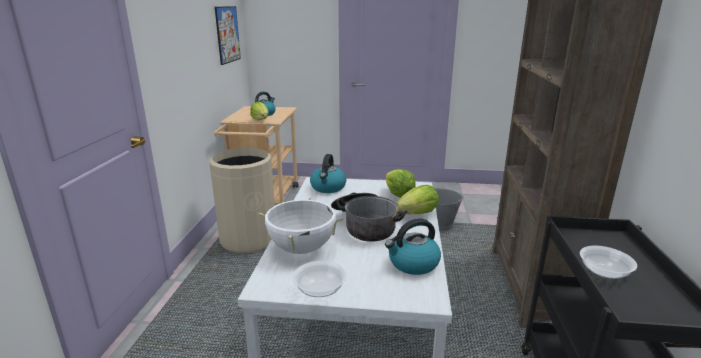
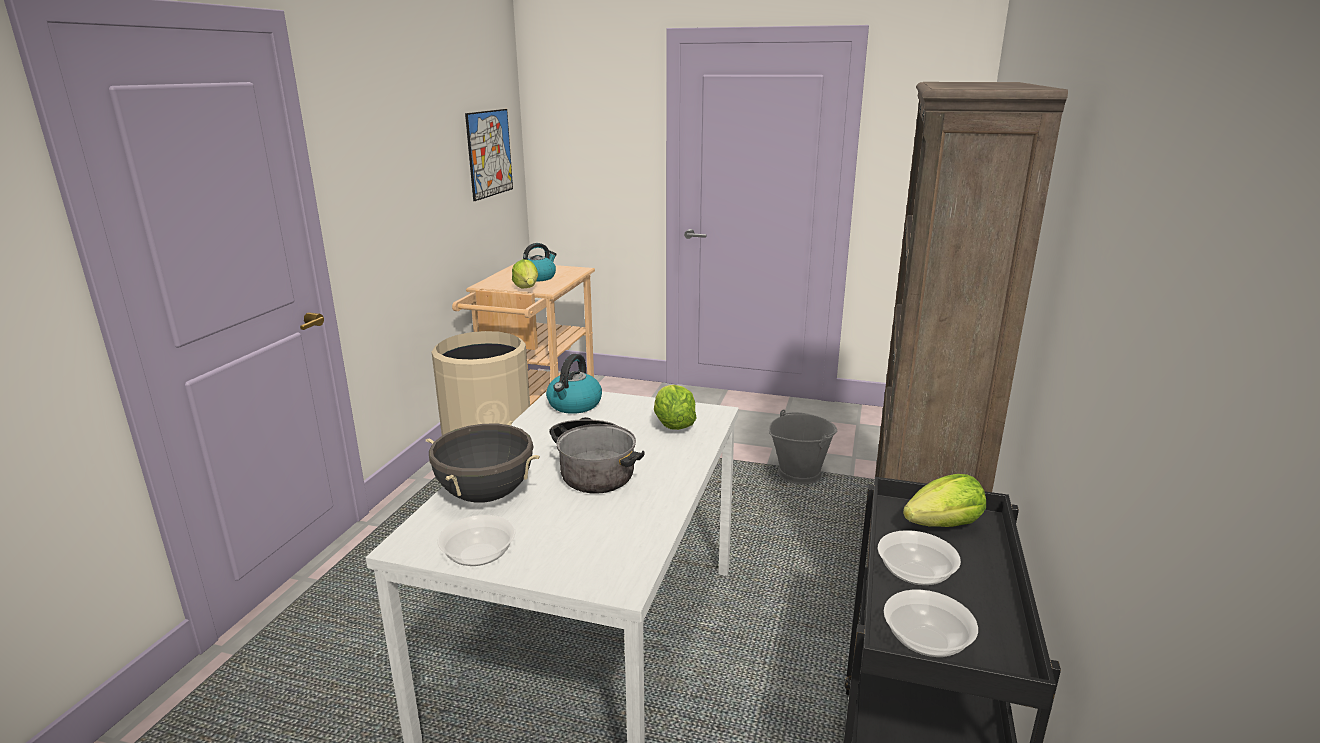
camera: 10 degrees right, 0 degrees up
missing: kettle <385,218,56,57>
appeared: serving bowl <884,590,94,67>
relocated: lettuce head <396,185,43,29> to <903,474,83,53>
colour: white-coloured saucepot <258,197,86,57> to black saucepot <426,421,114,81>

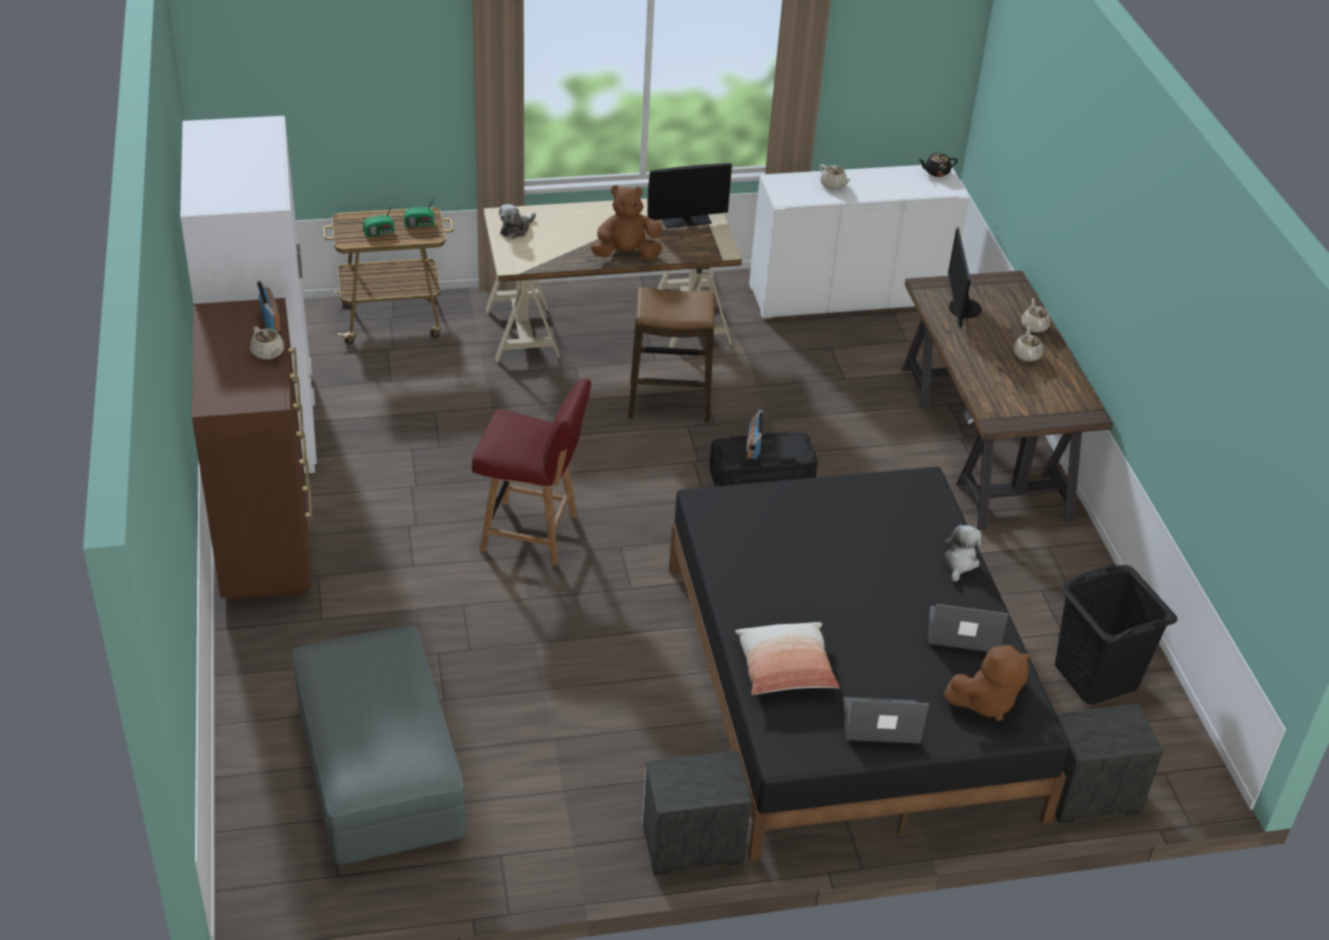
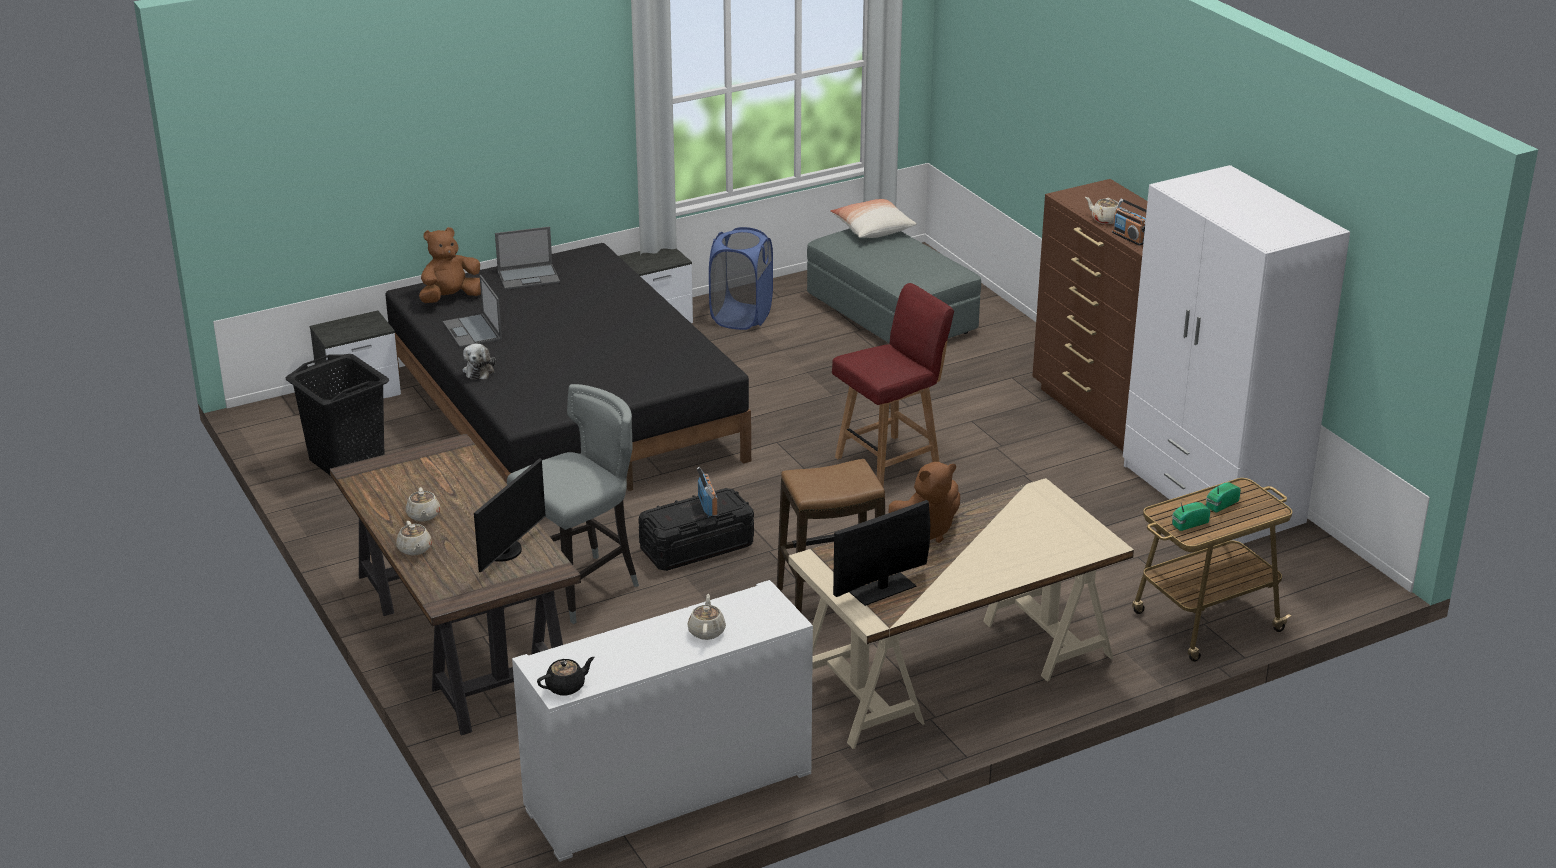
camera: 165 degrees right, 10 degrees down
missing: soft toy <499,204,37,35>
appeared: greyish stool seat <507,384,132,240>; blue-coloured washing basket <709,227,64,103>
relocated: throw pillow <735,622,105,73> to <830,199,86,39>
spun: red-coloured upright chair <472,378,119,188> = <832,283,122,205> 150 degrees clockwise; beige pot for tea <819,164,32,25> = <687,594,39,46> 60 degrees clockwise; laptop <928,604,80,48> = <443,275,59,73> 75 degrees clockwise; computer screen <948,227,34,101> = <474,458,72,114> 45 degrees clockwise

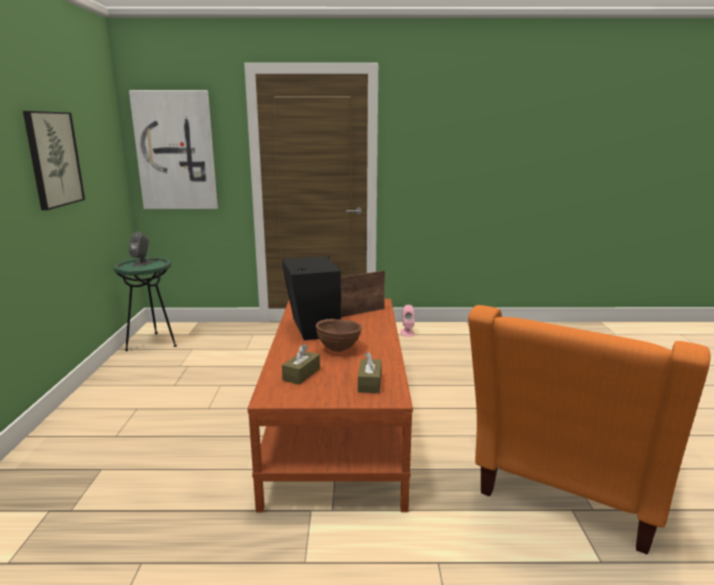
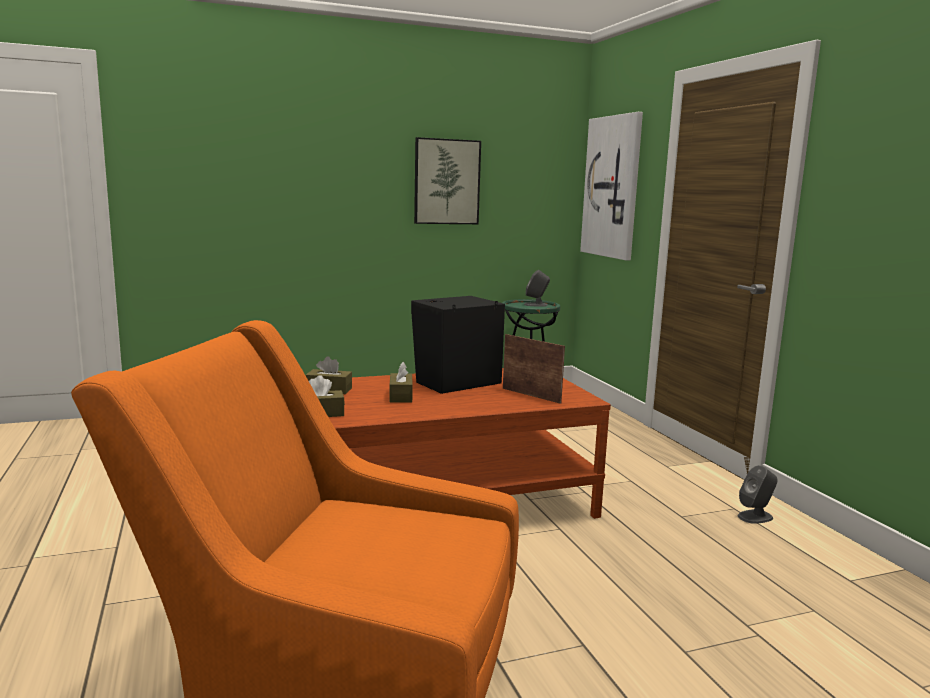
camera: 70 degrees right, 5 degrees down
exchanged: brown serving bowl <316,319,46,33> to brown tissue box <389,362,24,40>
colour: pink loudspeaker <400,305,15,32> to greyish loudspeaker <738,465,40,59>

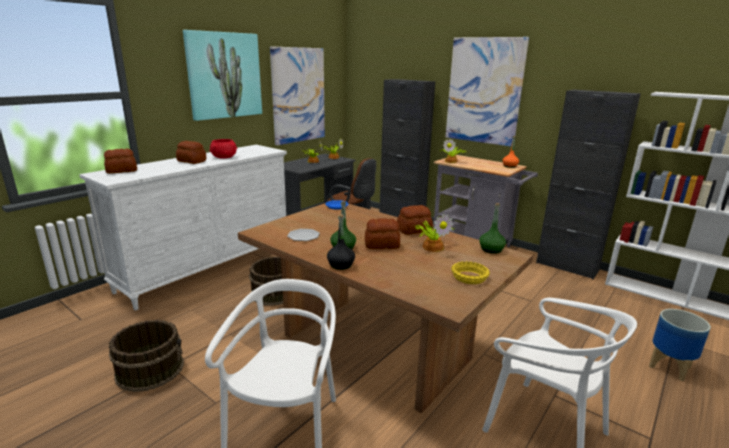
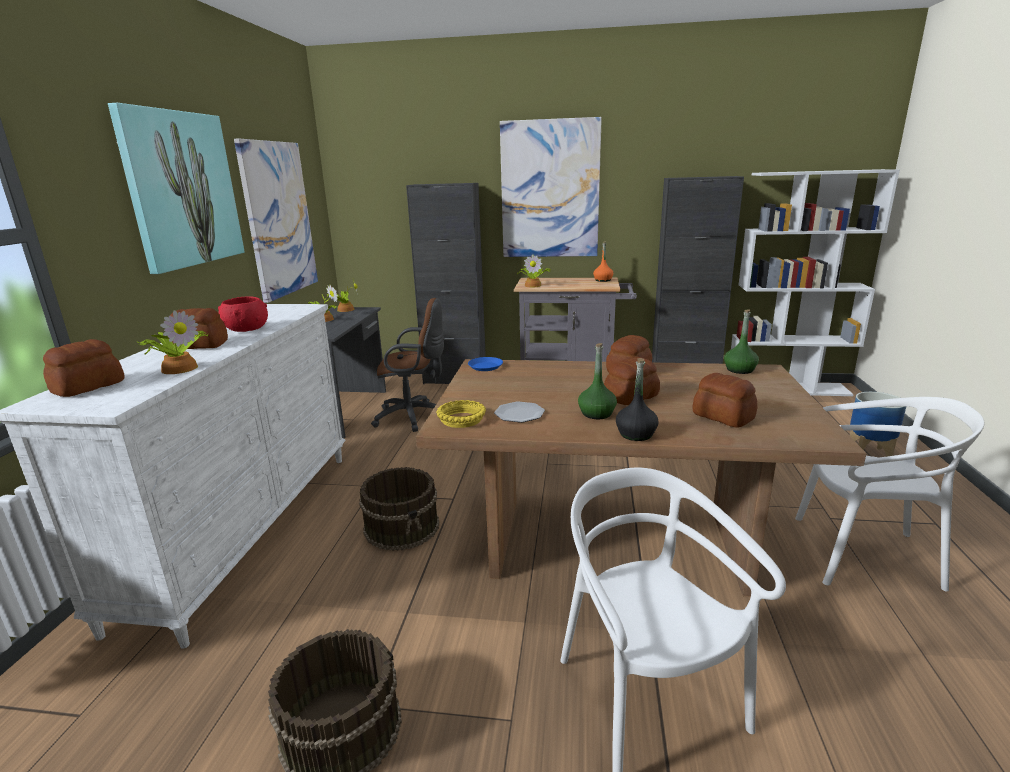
camera: 30 degrees left, 0 degrees up
appeared: bakery bread <692,373,65,55>
relocated: houseplant <413,214,41,38> to <138,310,71,64>; yellow serving bowl <451,261,39,23> to <436,400,50,28>

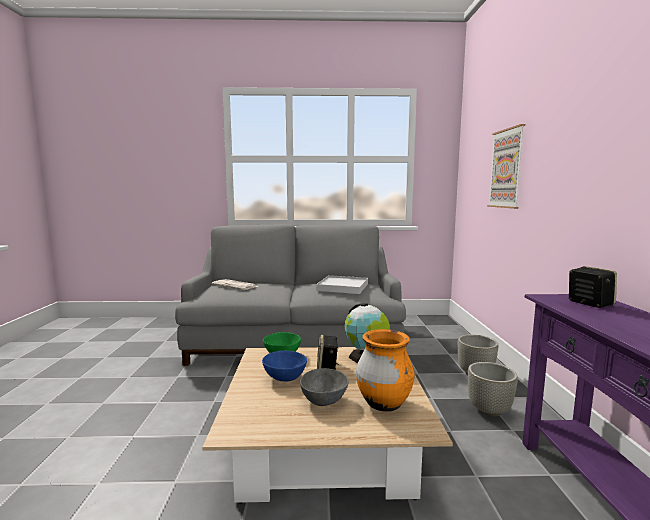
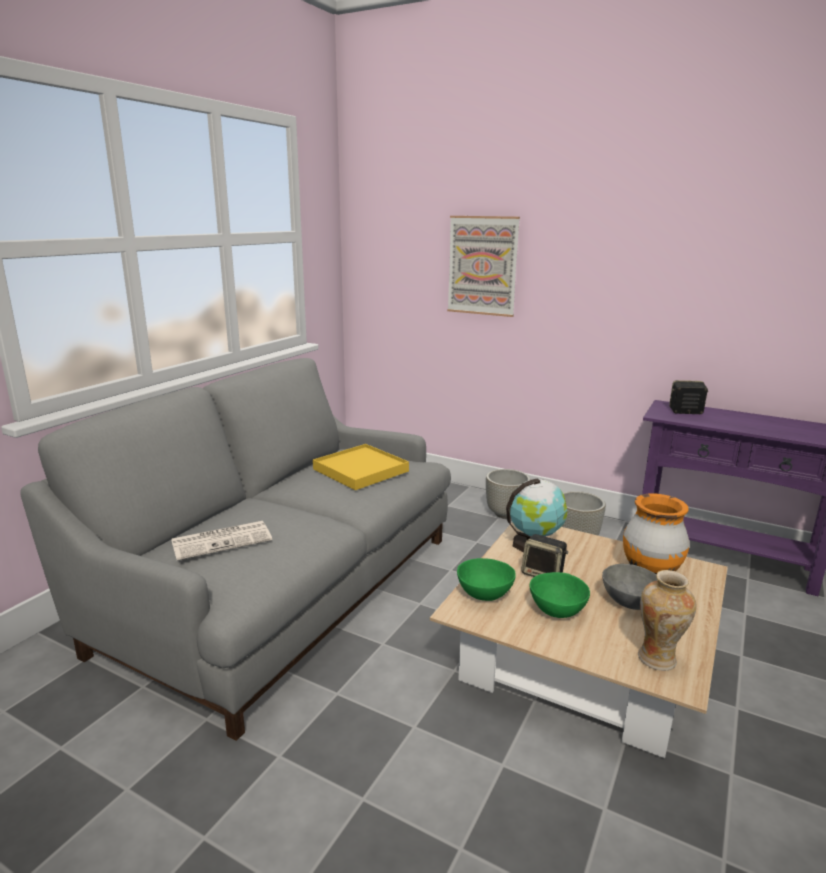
camera: 60 degrees left, 10 degrees up
appeared: flower vase <638,570,59,101>
colour: blue-coloured serving bowl <262,351,45,30> to greenish serving bowl <530,572,60,46>; white-coloured tray <316,275,52,19> to yellow tray <313,444,96,46>

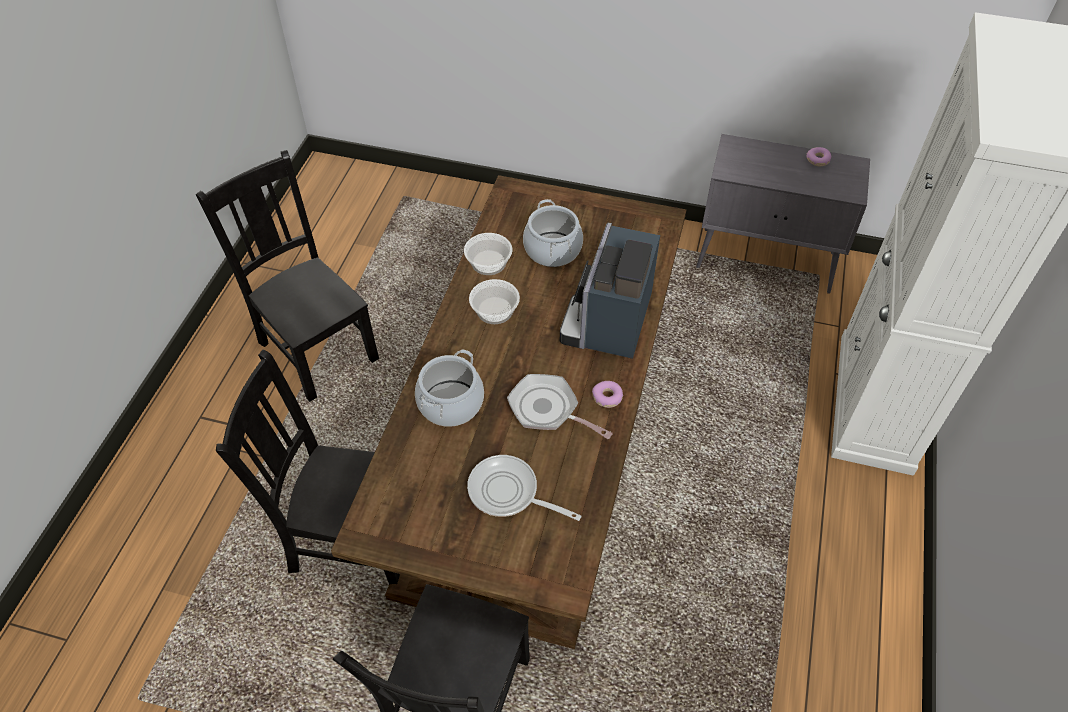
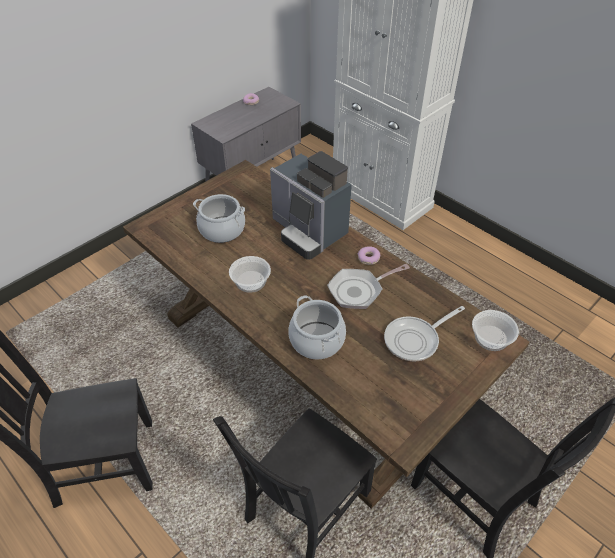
camera: 60 degrees left, 5 degrees down
relocated: serving bowl <464,233,48,42> to <472,310,47,41>

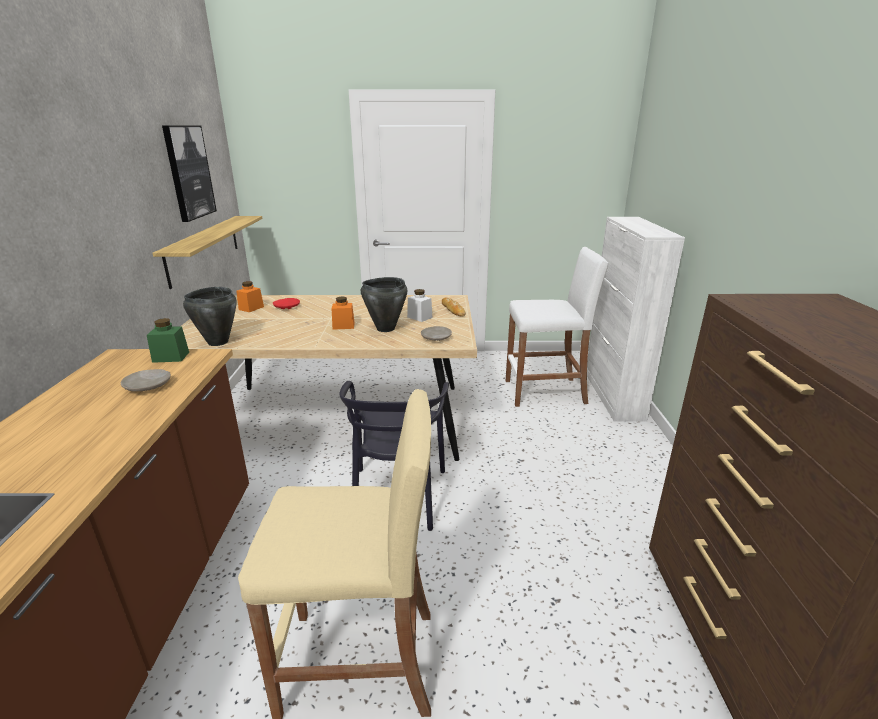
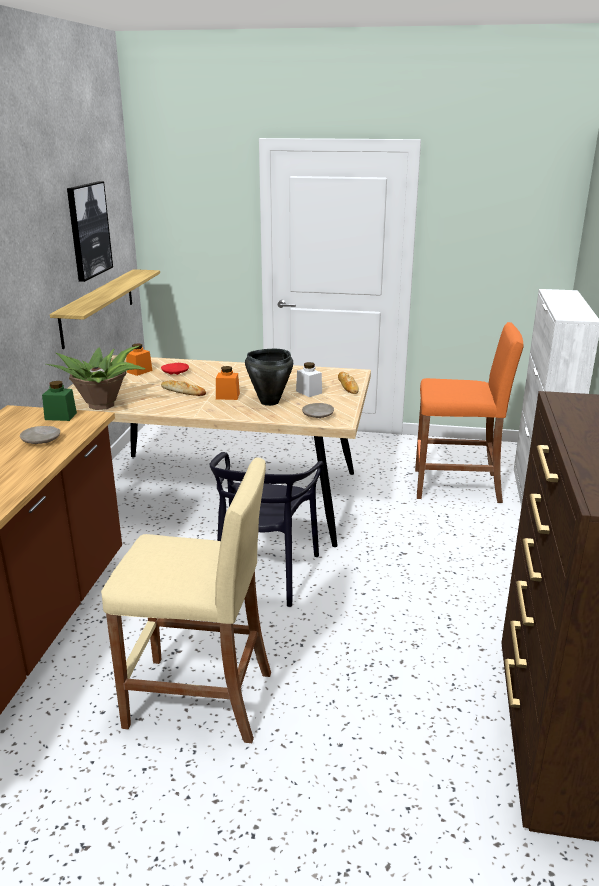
camera: 10 degrees right, 0 degrees up
appeared: bakery bread <161,380,45,16>
exchanged: black saucepot <183,287,53,59> to houseplant <46,346,100,64>
colour: white-coloured stool seat <506,247,102,160> to orange-coloured stool seat <415,322,109,181>

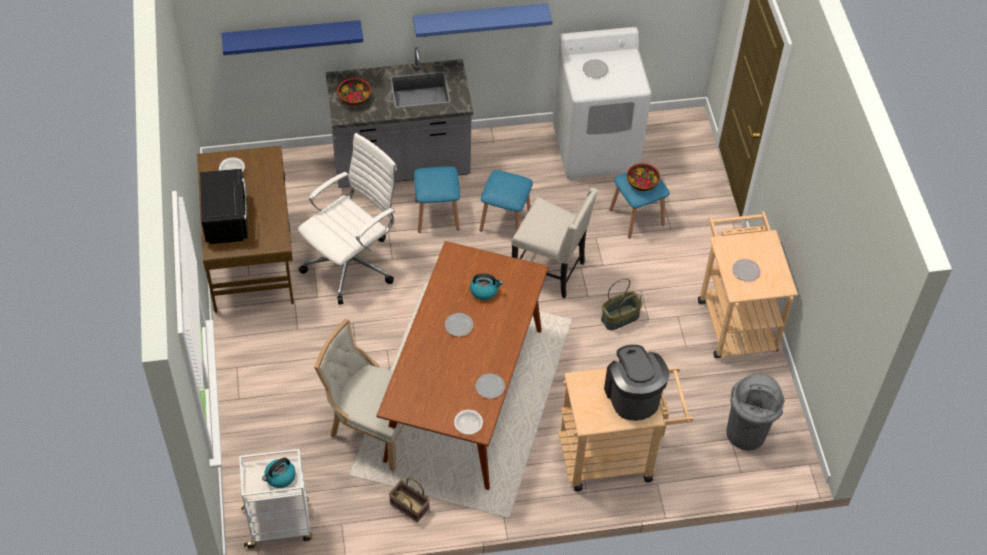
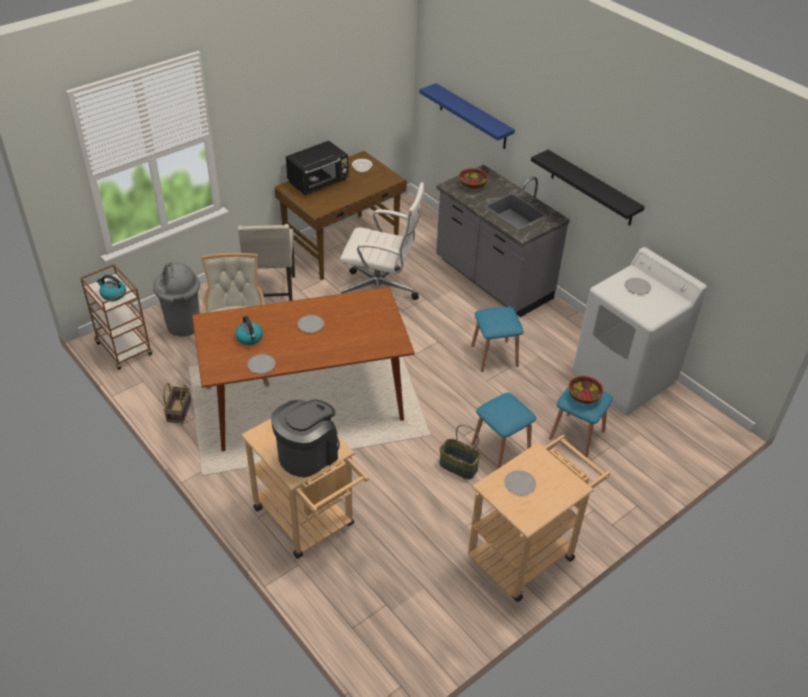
camera: 60 degrees right, 10 degrees down
missing: serving bowl <454,410,29,25>
relocated: blue-coloured stool seat <414,166,46,67> to <472,393,64,76>; kettle <470,273,33,27> to <235,316,28,29>; beige upright chair <511,188,87,110> to <237,224,58,77>; greyish trash can <726,374,59,77> to <153,262,47,74>
colour: white-coloured trolley <239,449,73,99> to brown trolley <80,264,73,106>; blue-coloured bracket shelf <413,3,139,34> to black bracket shelf <531,150,114,76>

